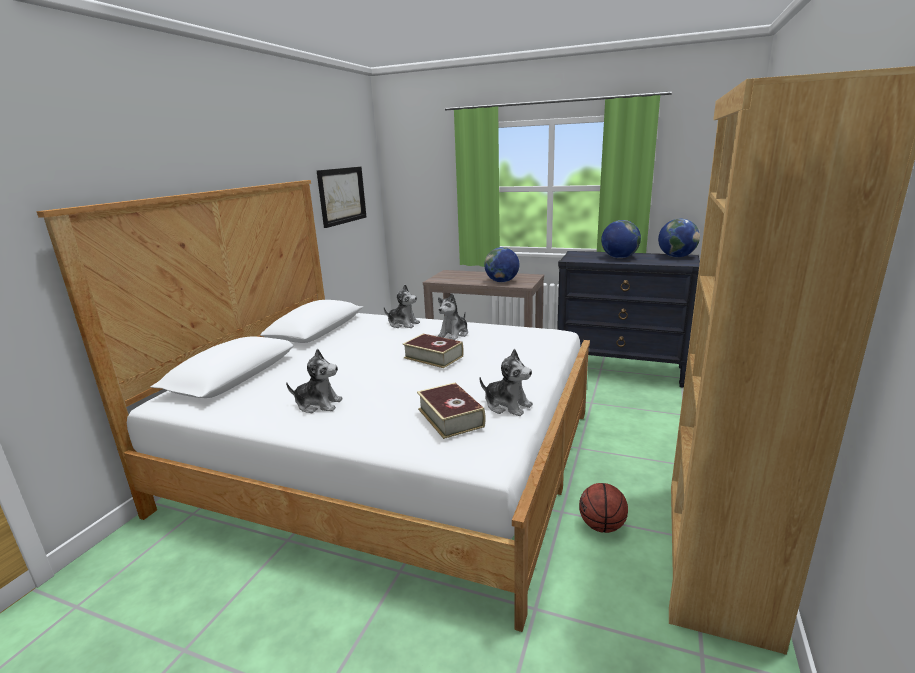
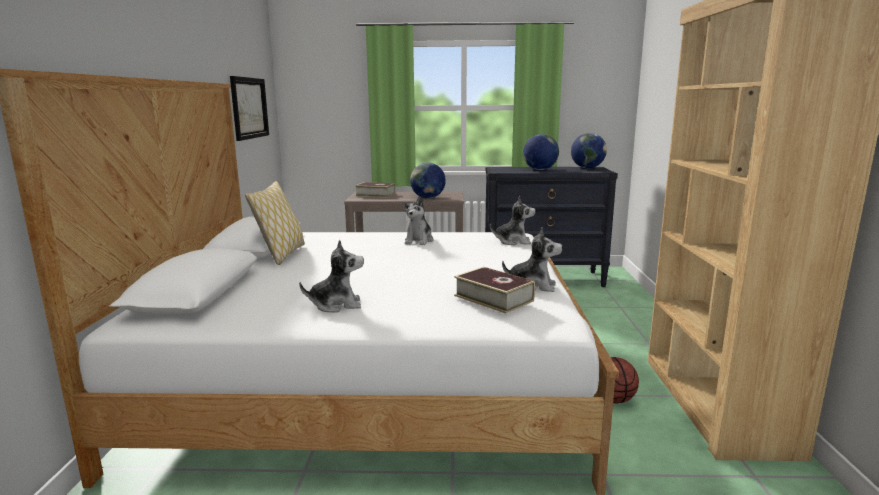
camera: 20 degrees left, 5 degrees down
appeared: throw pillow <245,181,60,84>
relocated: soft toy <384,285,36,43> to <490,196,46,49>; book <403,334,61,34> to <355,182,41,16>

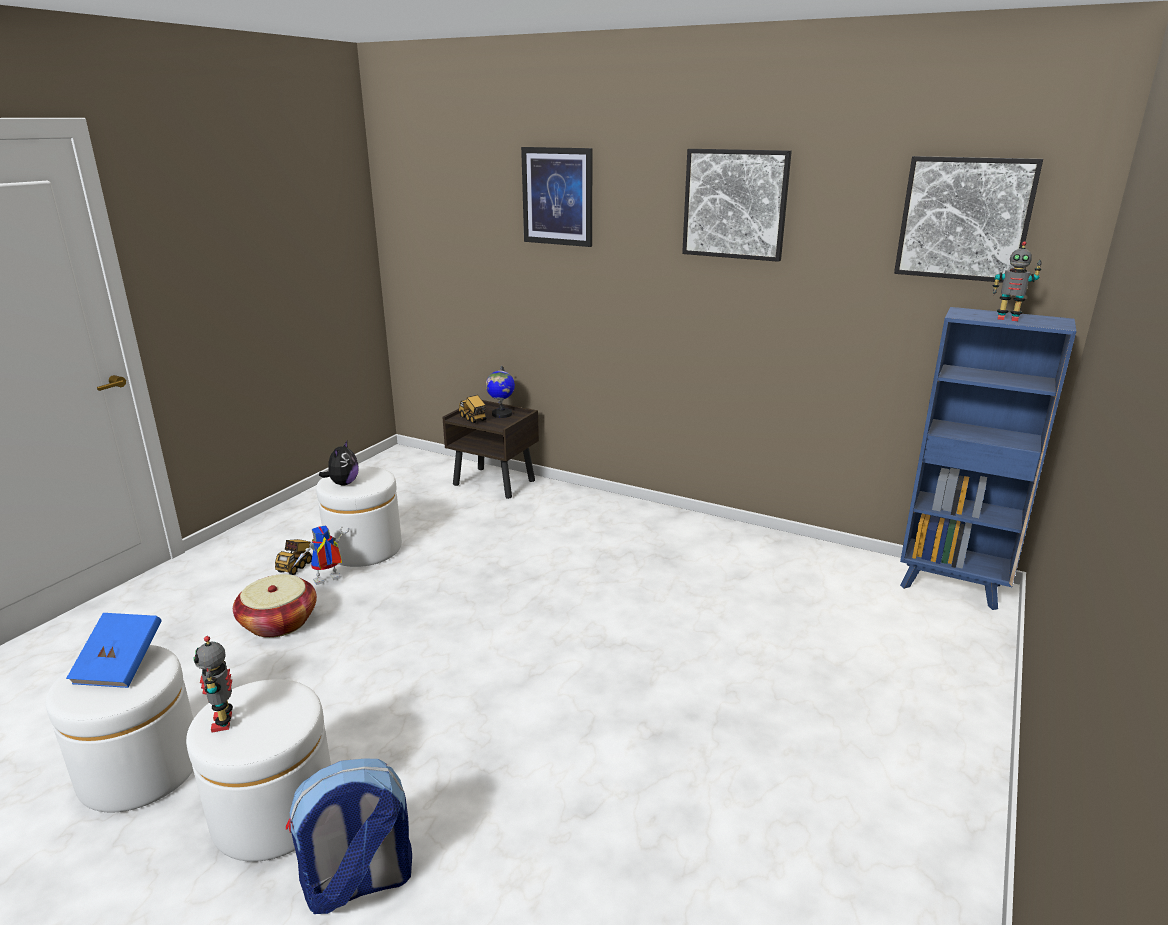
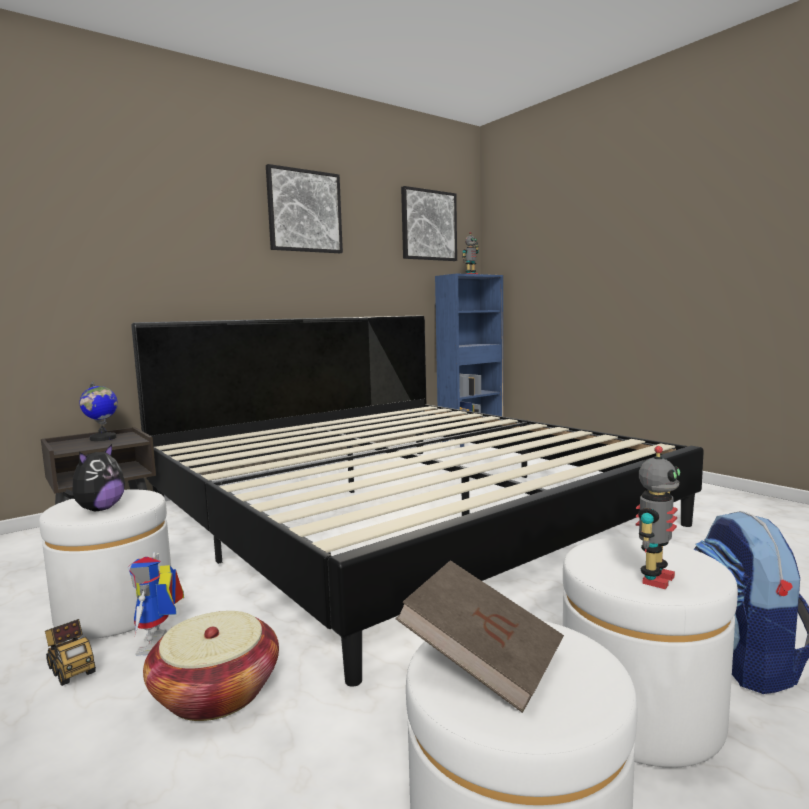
camera: 65 degrees left, 15 degrees down
missing: toy lorry <459,395,28,28>; wall art <521,147,72,100>
appeared: sleeping bed <131,315,573,372>
colour: blue-coloured book <66,613,95,75> to brown book <396,561,168,152>
spun: toy robot <193,636,40,97> = <635,446,45,143> 60 degrees counterclockwise; soft toy <319,441,40,45> = <64,444,61,67> 75 degrees clockwise

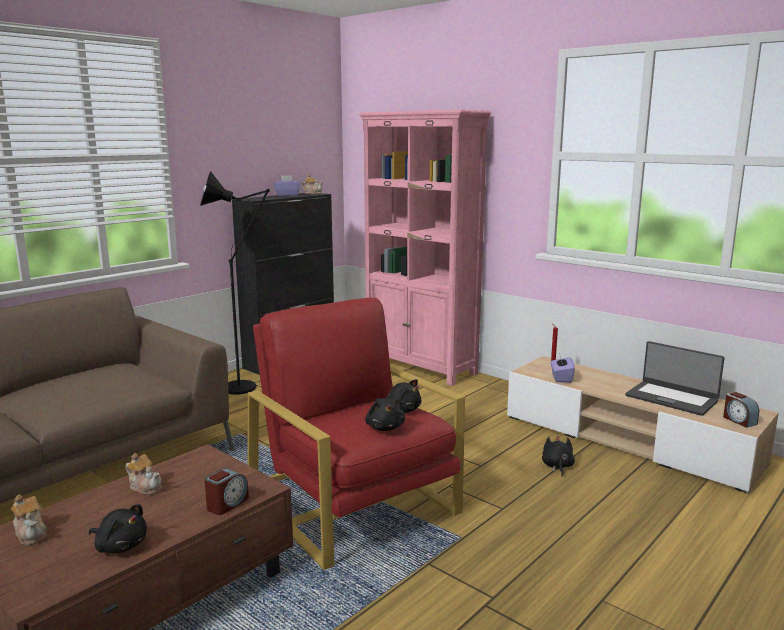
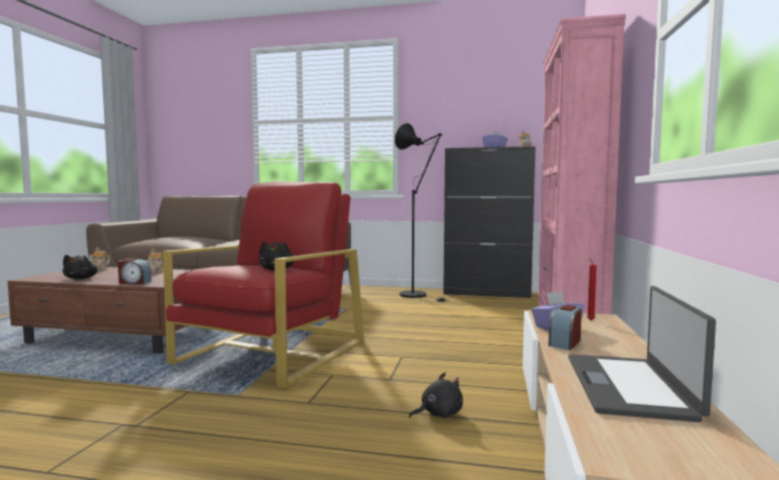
camera: 60 degrees right, 10 degrees down
missing: black soft toy <365,398,40,33>
relocated: table clock <723,392,36,36> to <549,305,33,45>

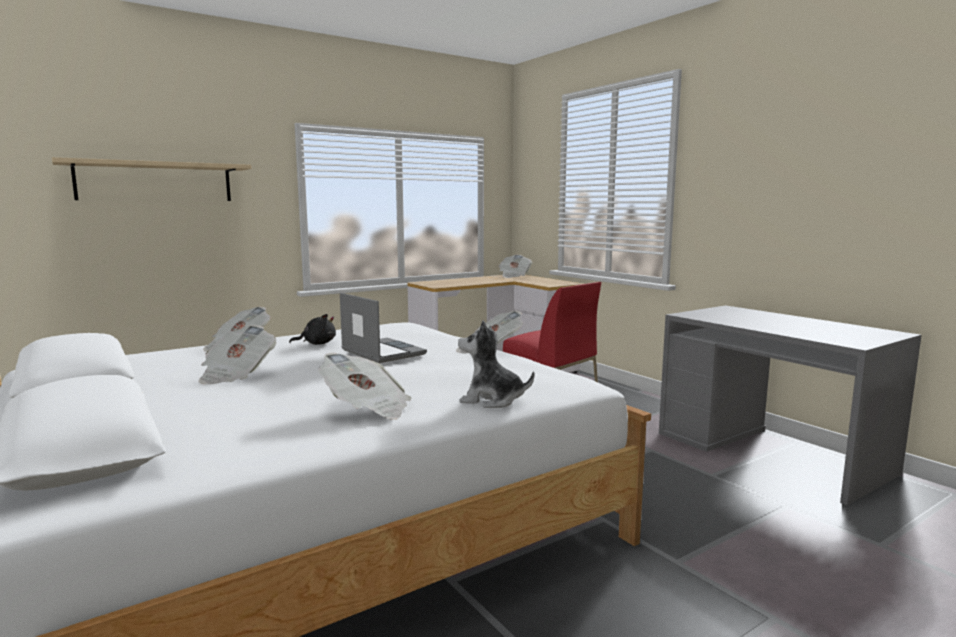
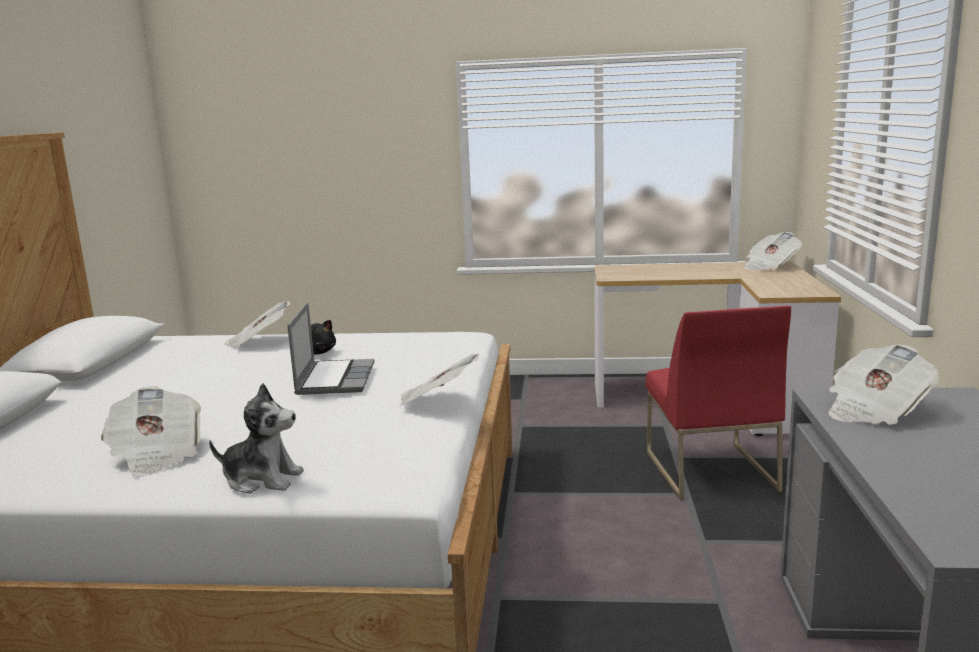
camera: 40 degrees right, 5 degrees up
missing: beige bracket shelf <52,157,200,44>
relocated: daily paper <199,325,77,60> to <828,344,111,81>
spun: soft toy <458,321,76,87> = <209,383,95,111> 135 degrees clockwise

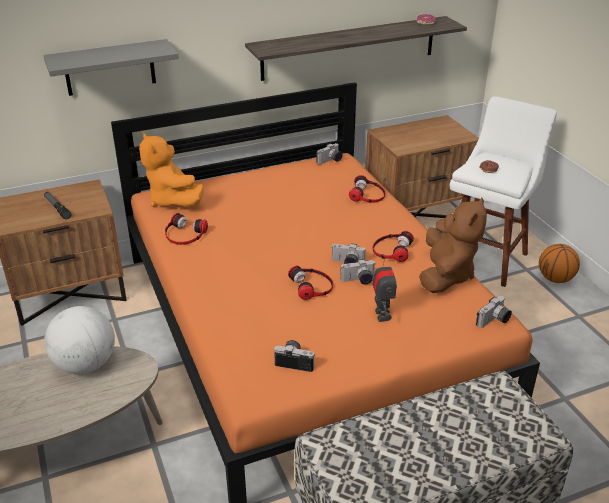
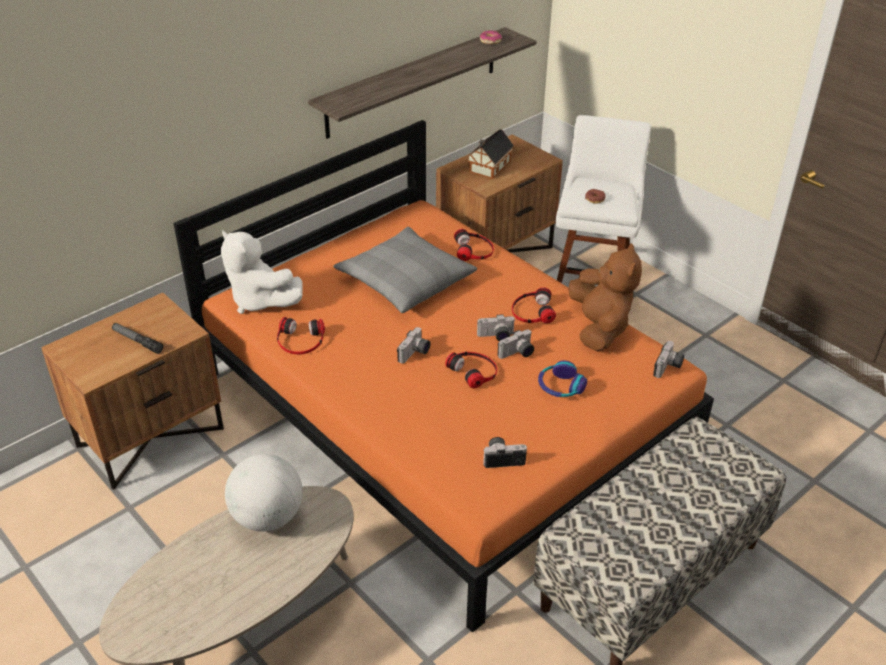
camera: 20 degrees left, 5 degrees up
missing: greyish bracket shelf <43,39,136,57>; basketball ball <539,244,41,39>
appeared: greyish throw pillow <333,227,144,86>; toy house <467,129,47,50>
relocated: photo camera <316,143,26,21> to <397,327,34,36>
exchanged: toy robot <372,255,25,67> to headphones <538,361,49,36>
colour: orange-coloured soft toy <139,132,65,75> to white-coloured soft toy <221,230,81,84>

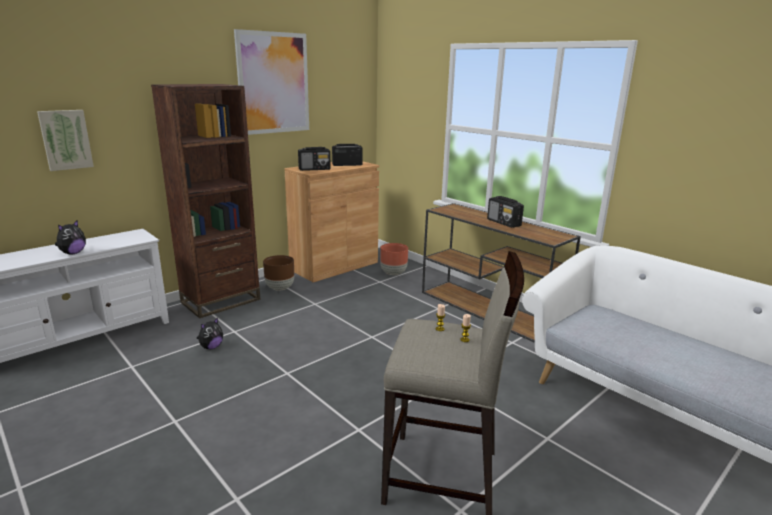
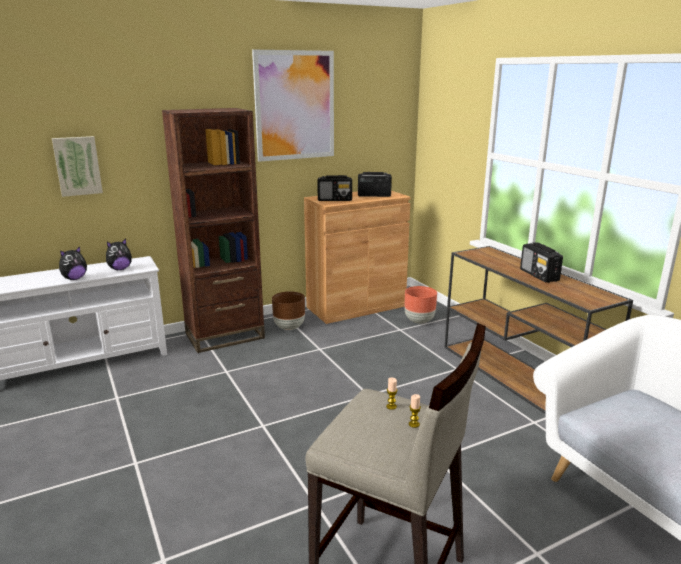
camera: 15 degrees right, 0 degrees up
relocated: soft toy <197,317,26,32> to <106,239,26,31>

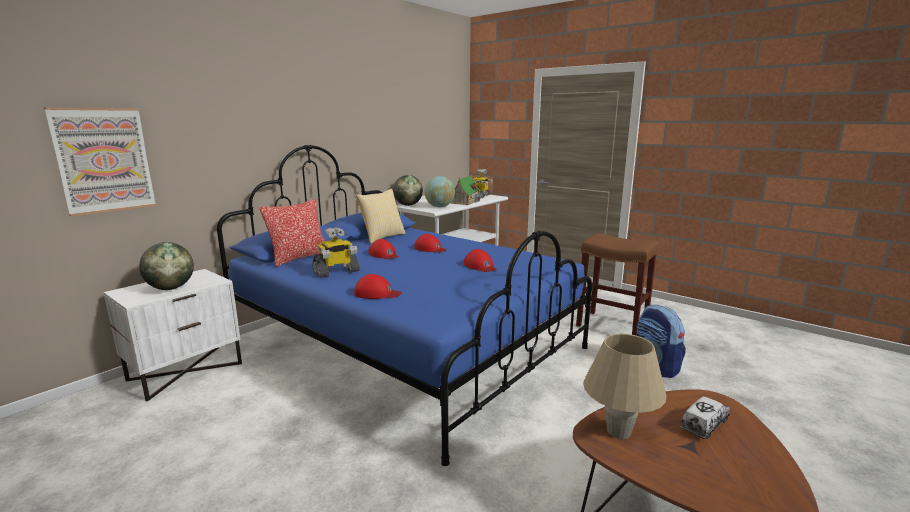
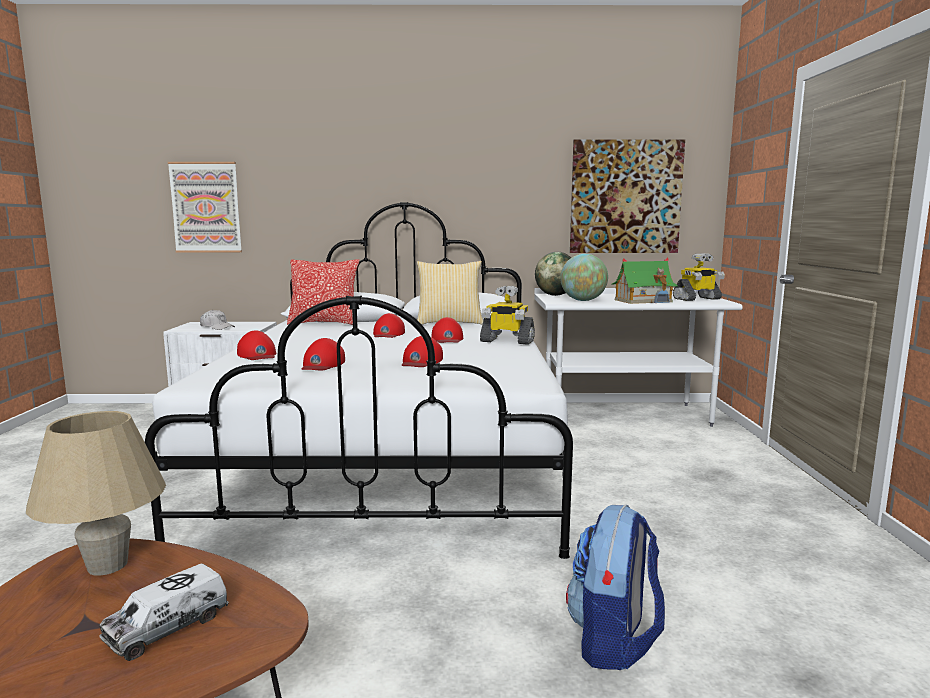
camera: 50 degrees right, 5 degrees down
missing: brown stool seat <576,233,83,103>
appeared: red-coloured peaked cap <302,338,43,32>; wall art <570,139,115,114>
relocated: toy robot <312,227,48,51> to <480,286,55,59>
exchanged: desk globe <139,242,55,48> to white-coloured peaked cap <200,310,35,20>
colour: blue-coloured sleeping bed <217,145,375,321> to white-coloured sleeping bed <145,202,428,357>
spun: toy lorry <680,397,50,42> = <99,563,130,98> 120 degrees clockwise

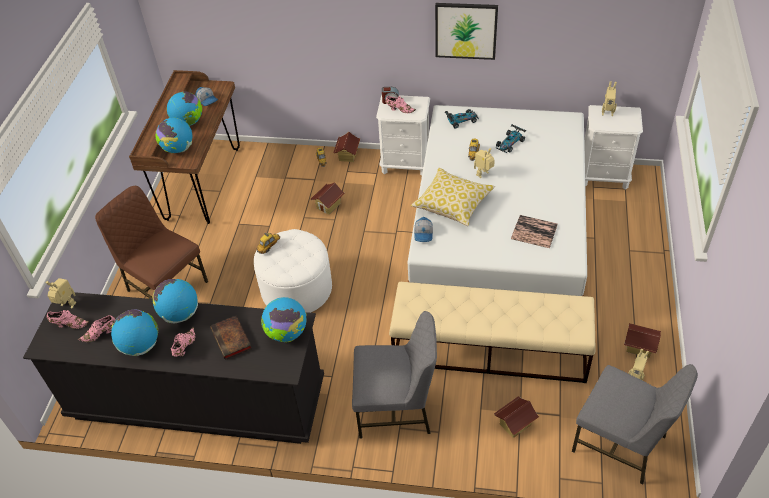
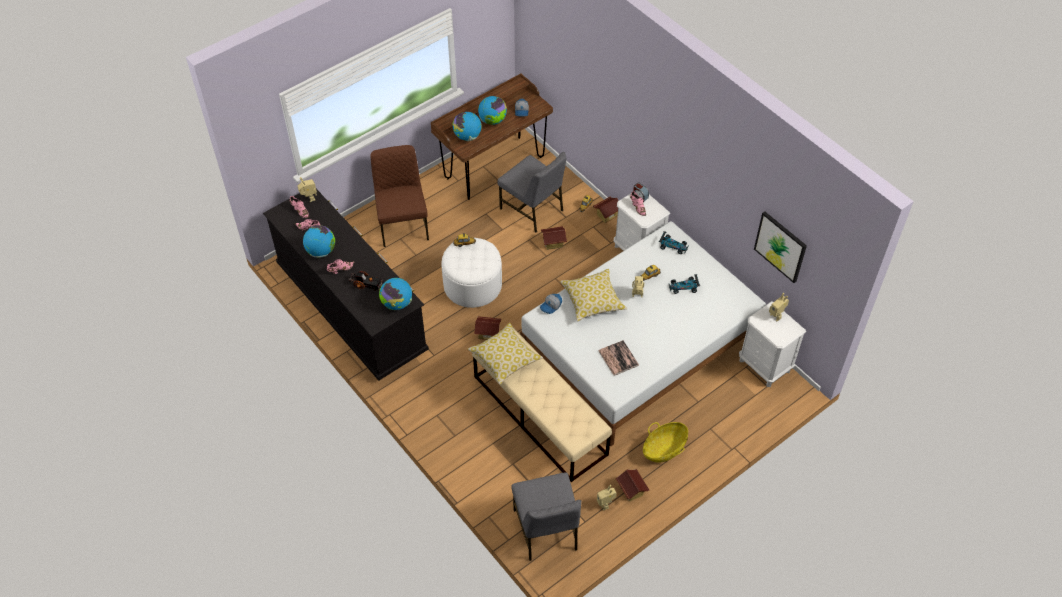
camera: 40 degrees right, 5 degrees up
missing: desk globe <152,279,46,44>
appeared: throw pillow <468,323,75,62>; basket <643,422,45,40>
relocated: greyish upright chair <352,311,85,127> to <497,152,69,80>; wall art <435,3,63,57> to <754,211,53,72>; toy house <494,396,45,42> to <474,316,27,24>
exchanged: book <210,315,42,45> to toy lorry <348,271,36,20>

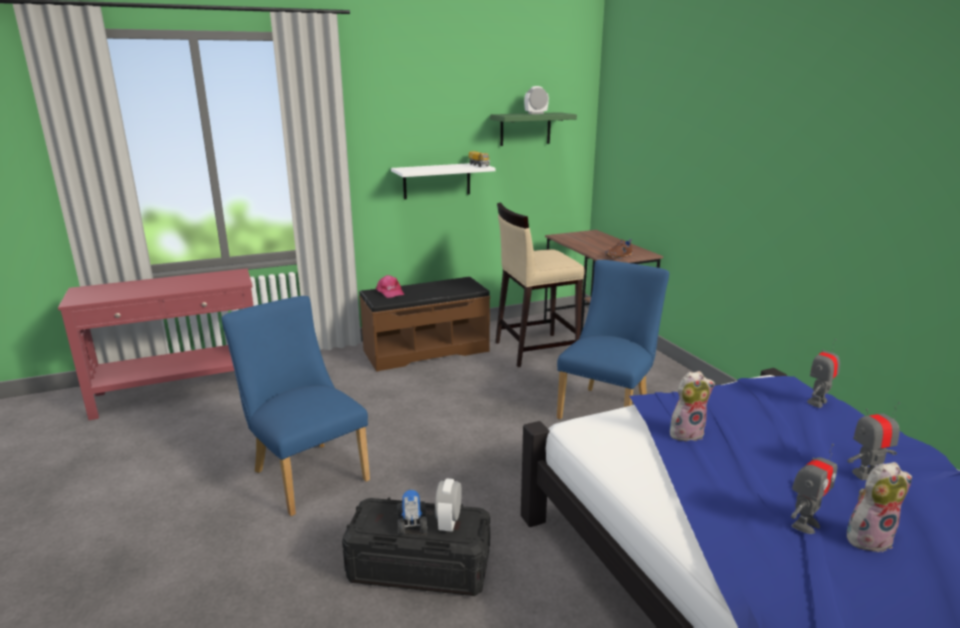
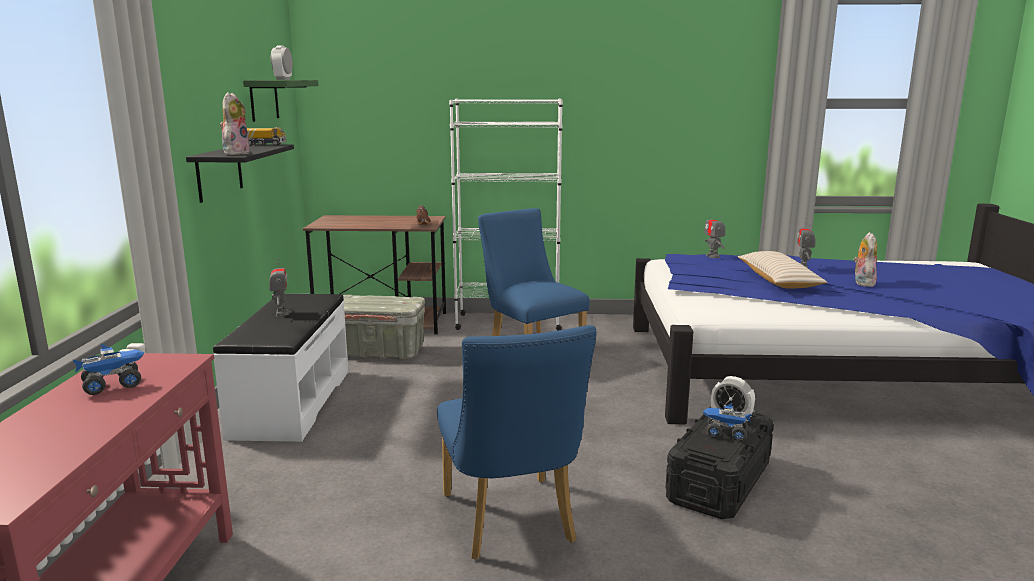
camera: 65 degrees left, 5 degrees down
missing: pink peaked cap <376,275,28,23>
appeared: toy lorry <73,344,72,51>; white-coloured bookshelf <449,98,114,233>; beige throw pillow <738,251,89,38>
relocated: soft toy <670,371,45,70> to <220,92,30,63>; toy robot <791,444,46,90> to <269,258,20,58>
exchanged: beige stool seat <495,202,90,165> to greyish storage bin <343,295,82,65>
colour: brown indoor bench <359,277,131,95> to white-coloured indoor bench <213,294,136,148>; white-coloured bracket shelf <391,163,105,36> to black bracket shelf <186,144,108,59>
spun: blue-coloured upright chair <221,296,149,220> = <437,325,159,235> 90 degrees counterclockwise

